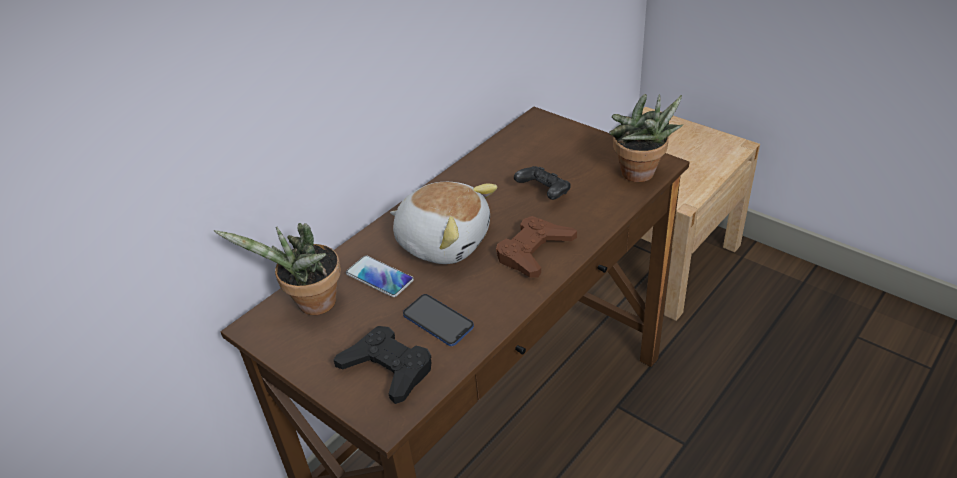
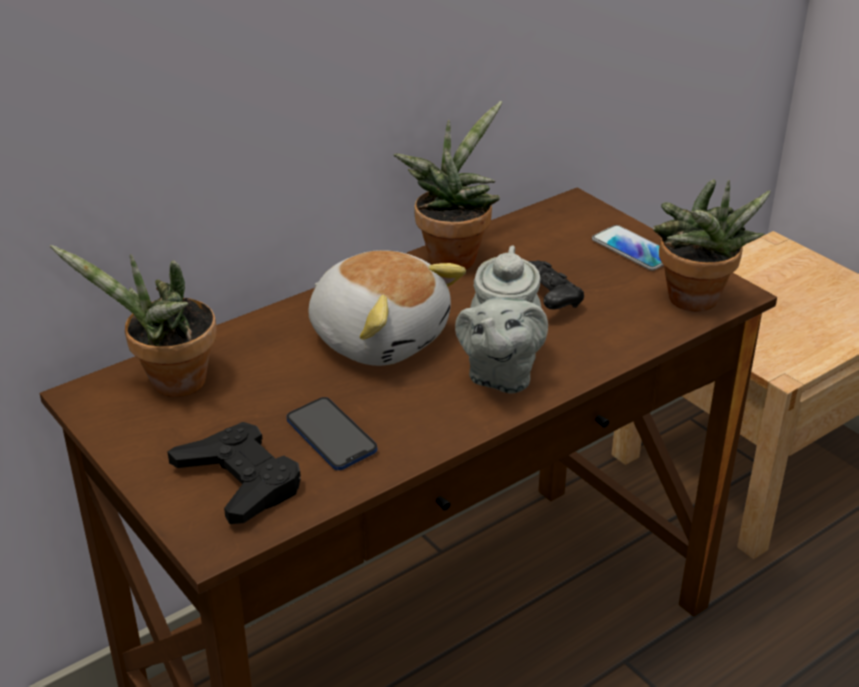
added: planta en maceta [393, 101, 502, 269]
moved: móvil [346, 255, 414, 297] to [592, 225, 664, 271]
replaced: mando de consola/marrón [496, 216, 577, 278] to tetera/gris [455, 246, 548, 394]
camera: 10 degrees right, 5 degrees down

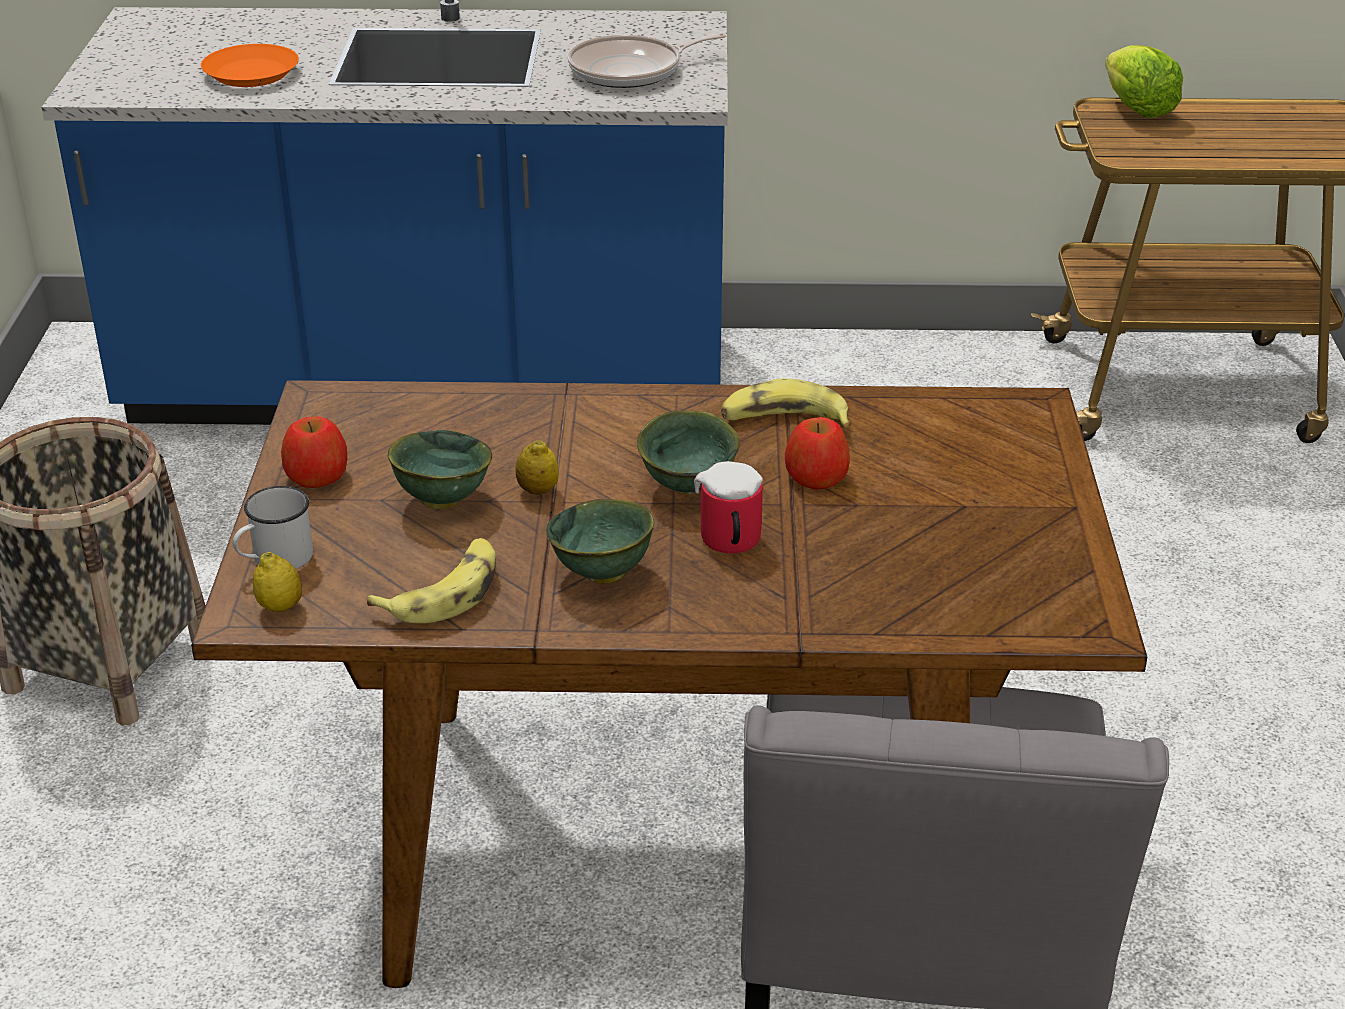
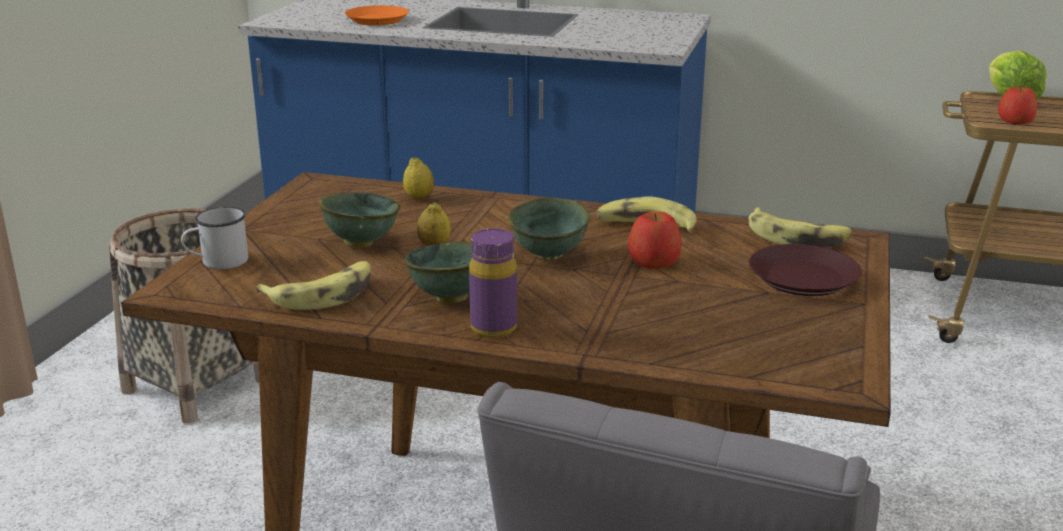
removed: sartén [568, 33, 727, 88]; taza grande [694, 461, 763, 553]
added: botella/morado [469, 228, 517, 338]; plátano [749, 207, 852, 248]; plato/marrón [749, 244, 862, 296]
moved: limón [253, 552, 302, 612] to [403, 157, 434, 200]; manzana [281, 416, 347, 488] to [998, 87, 1037, 124]
camera: 15 degrees right, 10 degrees down

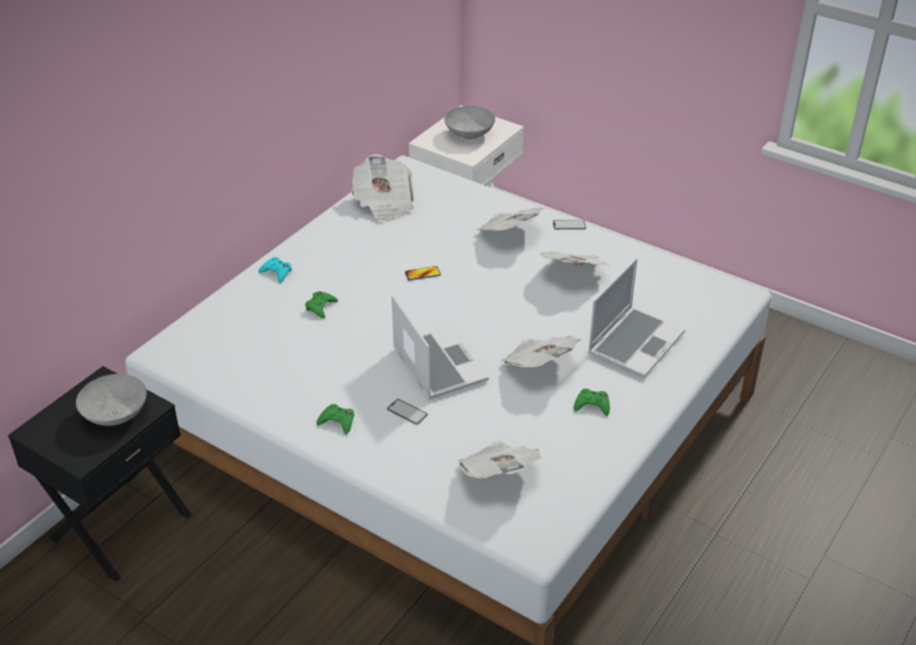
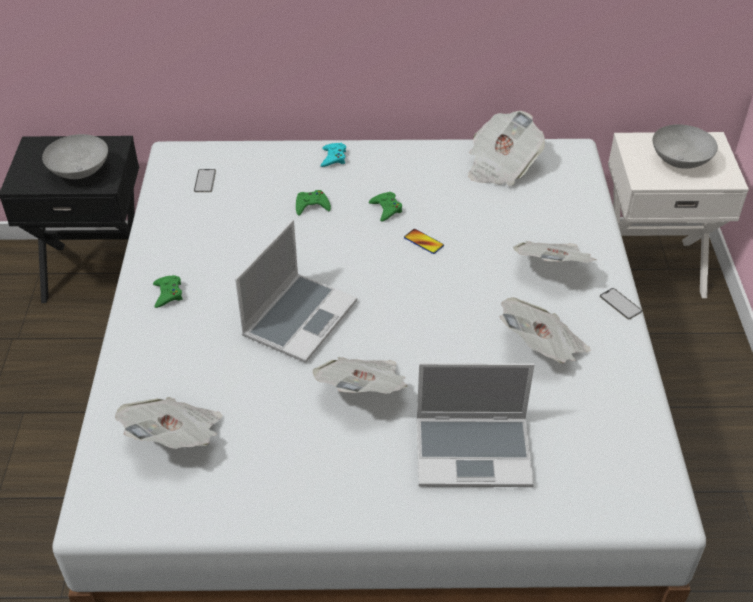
moved: móvil [387, 399, 428, 425] to [194, 169, 216, 192]; mando de consola/verde [574, 389, 610, 416] to [369, 192, 402, 222]
camera: 55 degrees right, 5 degrees up

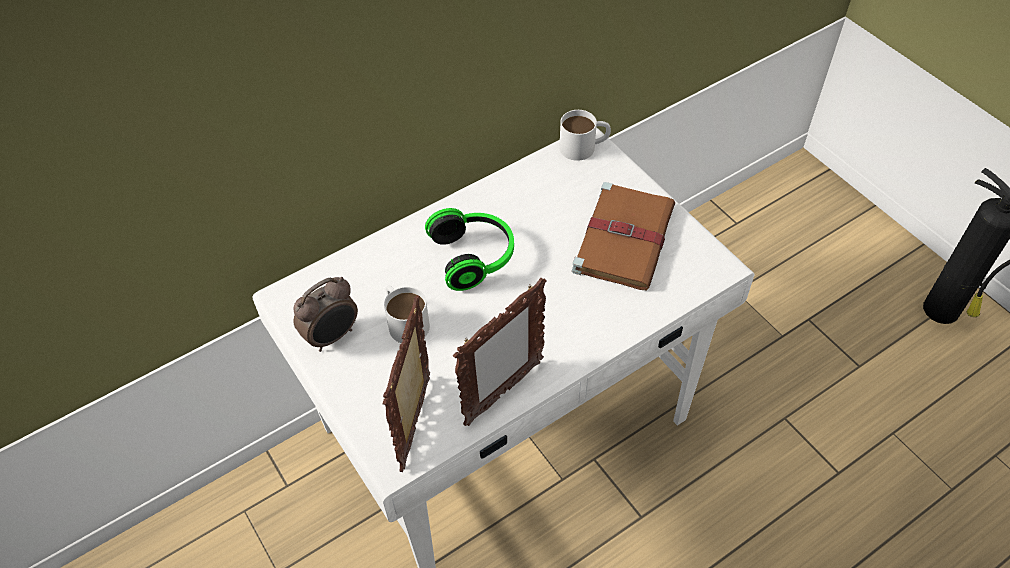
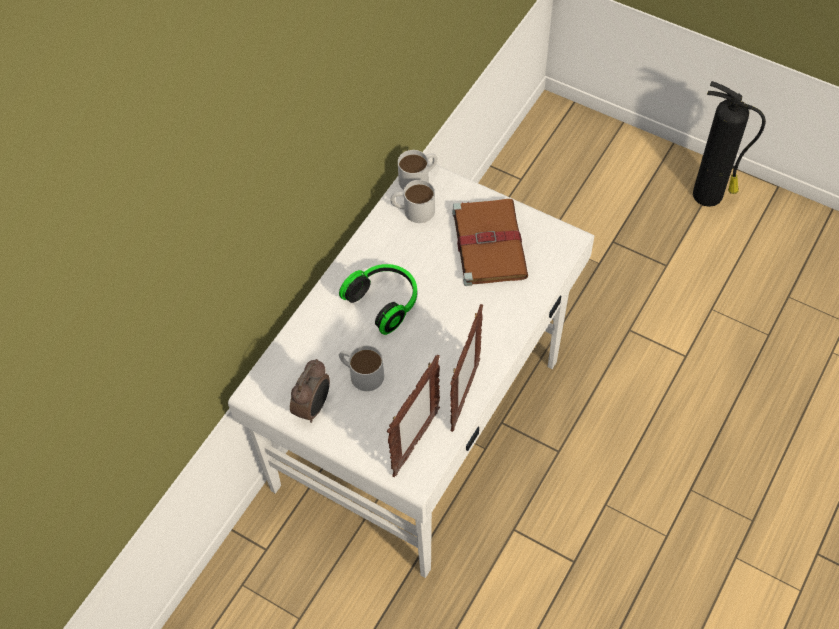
added: taza grande/blanco [390, 180, 435, 223]
turned: portarretratos [383, 295, 430, 472] = [387, 355, 440, 477] 135 degrees counterclockwise
camera: 25 degrees left, 5 degrees up

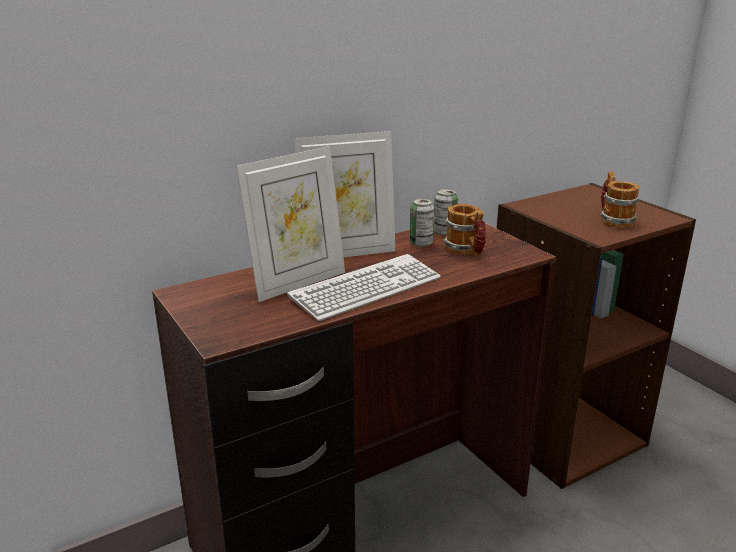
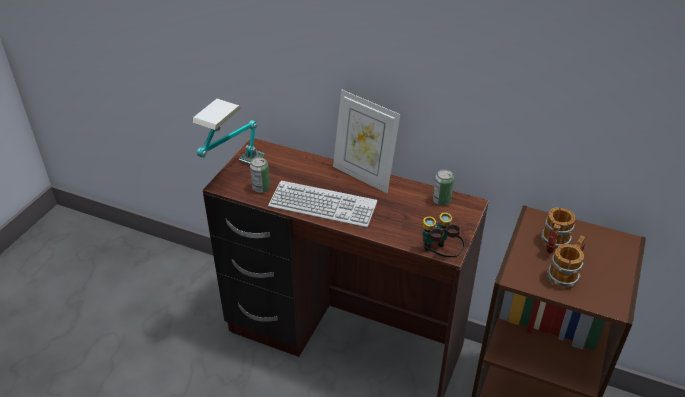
removed: portarretratos [236, 146, 345, 302]
added: lámpara de mesa [192, 98, 265, 164]; prismáticos [423, 212, 465, 257]
moved: lata [409, 198, 435, 247] to [250, 157, 270, 193]; taza grande [444, 204, 486, 257] to [541, 207, 575, 254]
camera: 55 degrees right, 15 degrees up

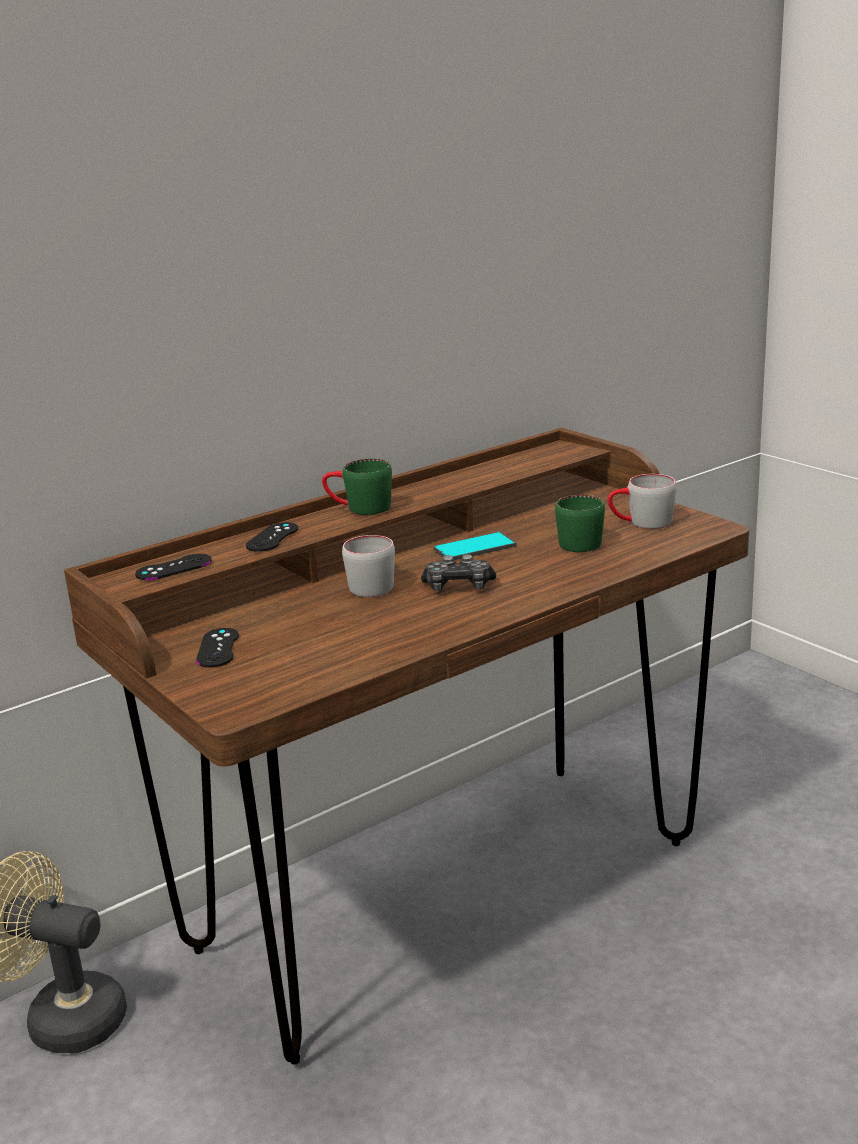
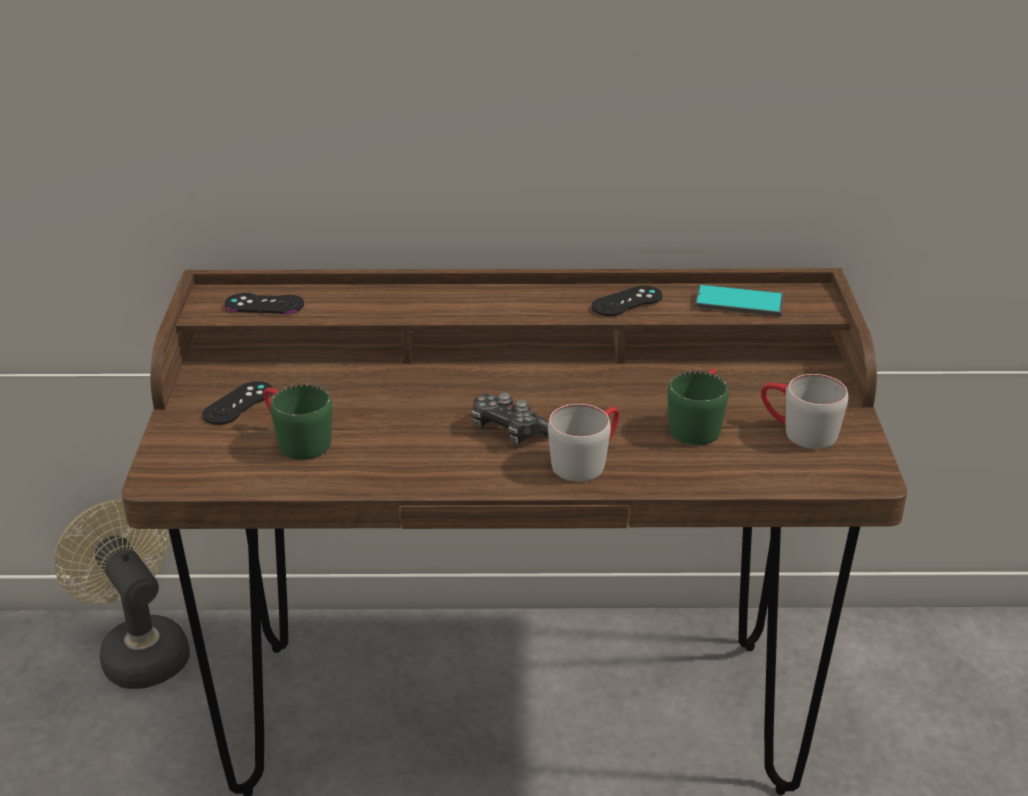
moved: mando de consola/negro [246, 522, 298, 552] to [591, 286, 663, 316]; taza grande/verde [322, 459, 392, 515] to [264, 384, 332, 460]; taza grande/gris [342, 535, 395, 597] to [548, 404, 620, 482]; móvil [433, 532, 517, 560] to [695, 284, 784, 316]
camera: 35 degrees right, 10 degrees up

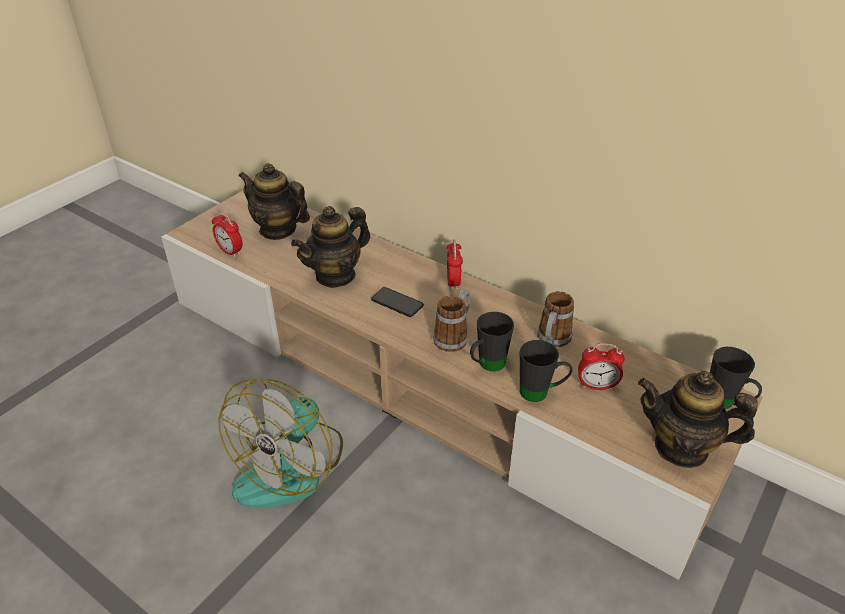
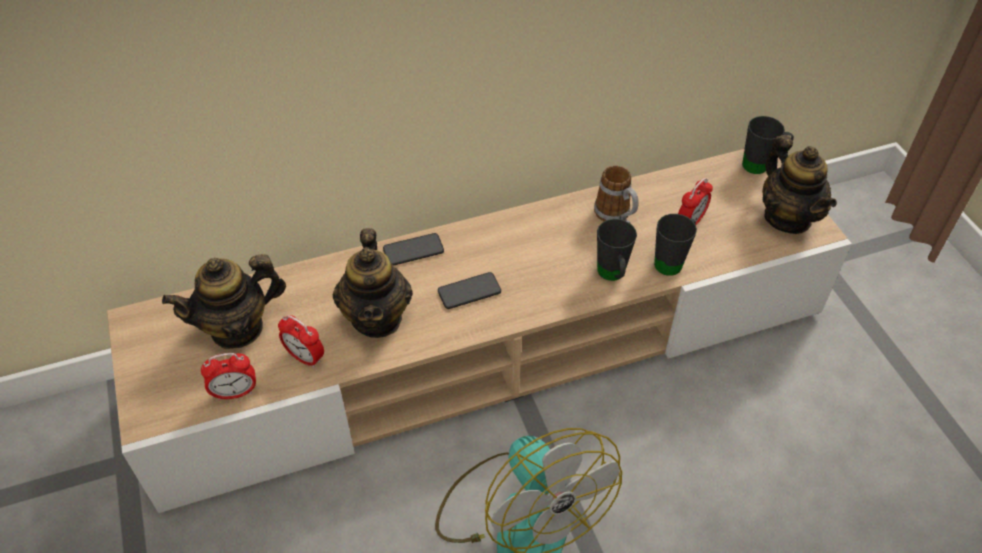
removed: taza grande [433, 290, 471, 352]
added: móvil [383, 233, 444, 266]
moved: despertador [446, 239, 463, 290] to [278, 315, 324, 368]
turned: tetera [638, 371, 758, 468] = [762, 135, 837, 234] 75 degrees counterclockwise
camera: 55 degrees left, 10 degrees up

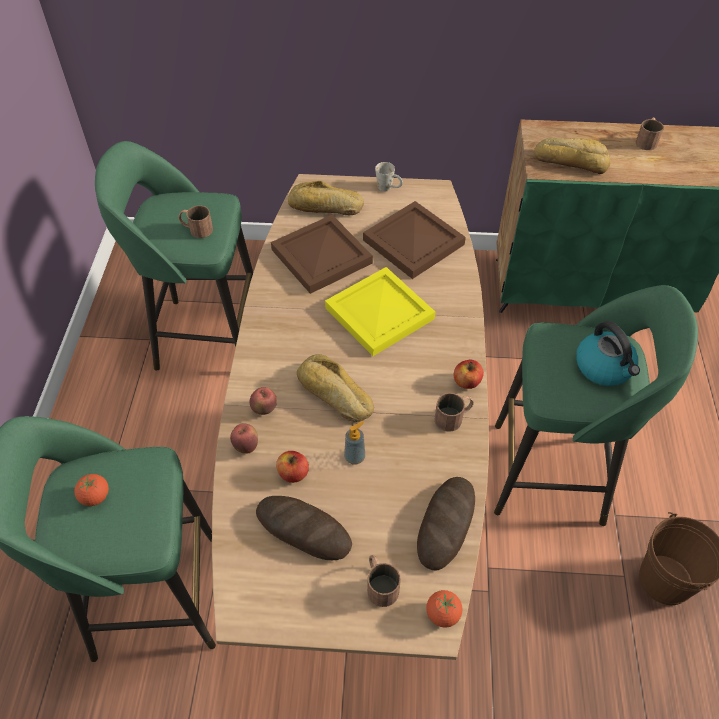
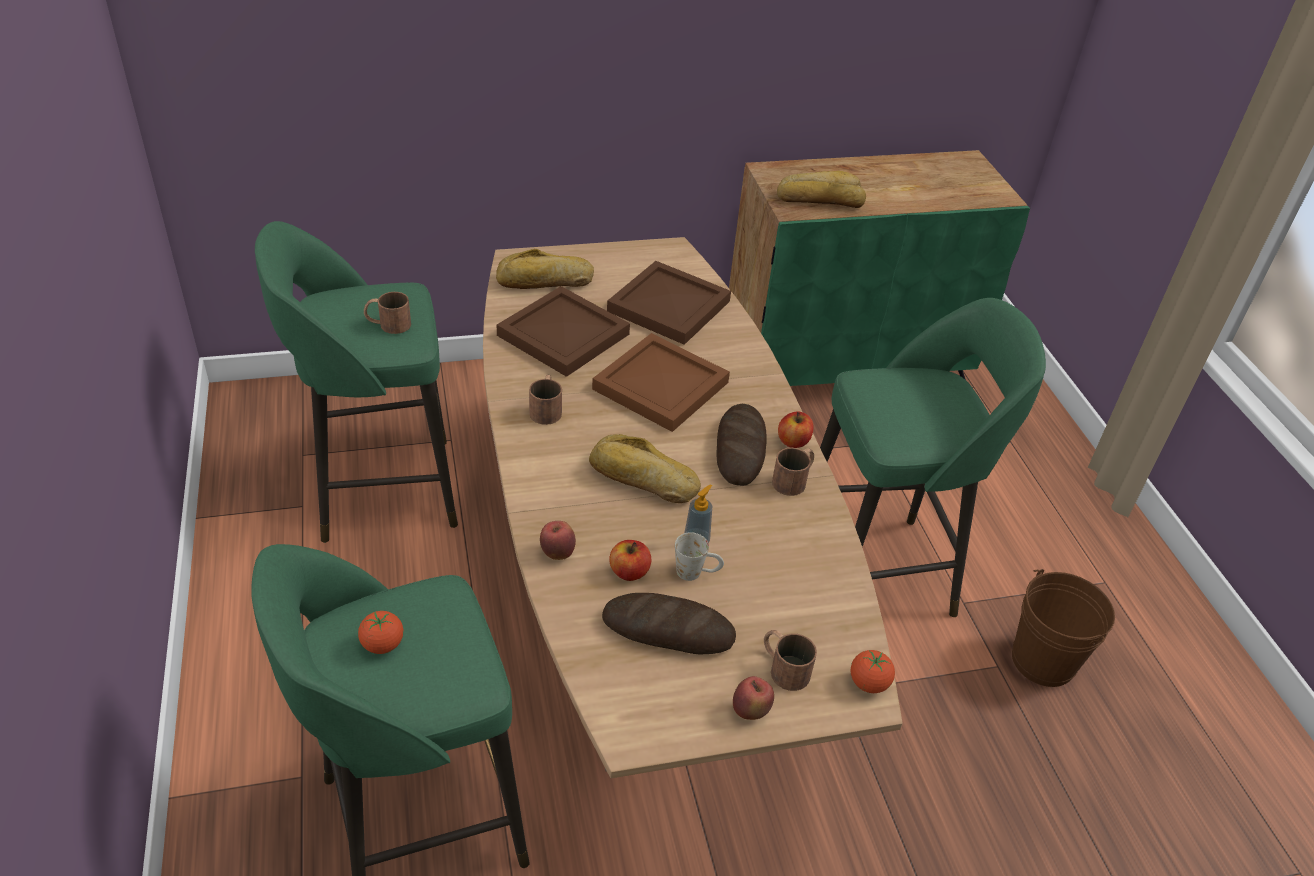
removed: hervidor [576, 321, 640, 386]
moved: manzana [250, 387, 277, 415] to [733, 676, 774, 720]; taza grande/blanco [375, 162, 403, 191] to [675, 532, 724, 581]; pan [417, 477, 475, 571] to [717, 404, 767, 486]; taza grande/marrón [636, 117, 664, 150] to [529, 375, 562, 425]
recoloured: bandeja/amarillo [325, 267, 435, 356] to bandeja/marrón [592, 333, 730, 432]
camera: 20 degrees left, 10 degrees down

